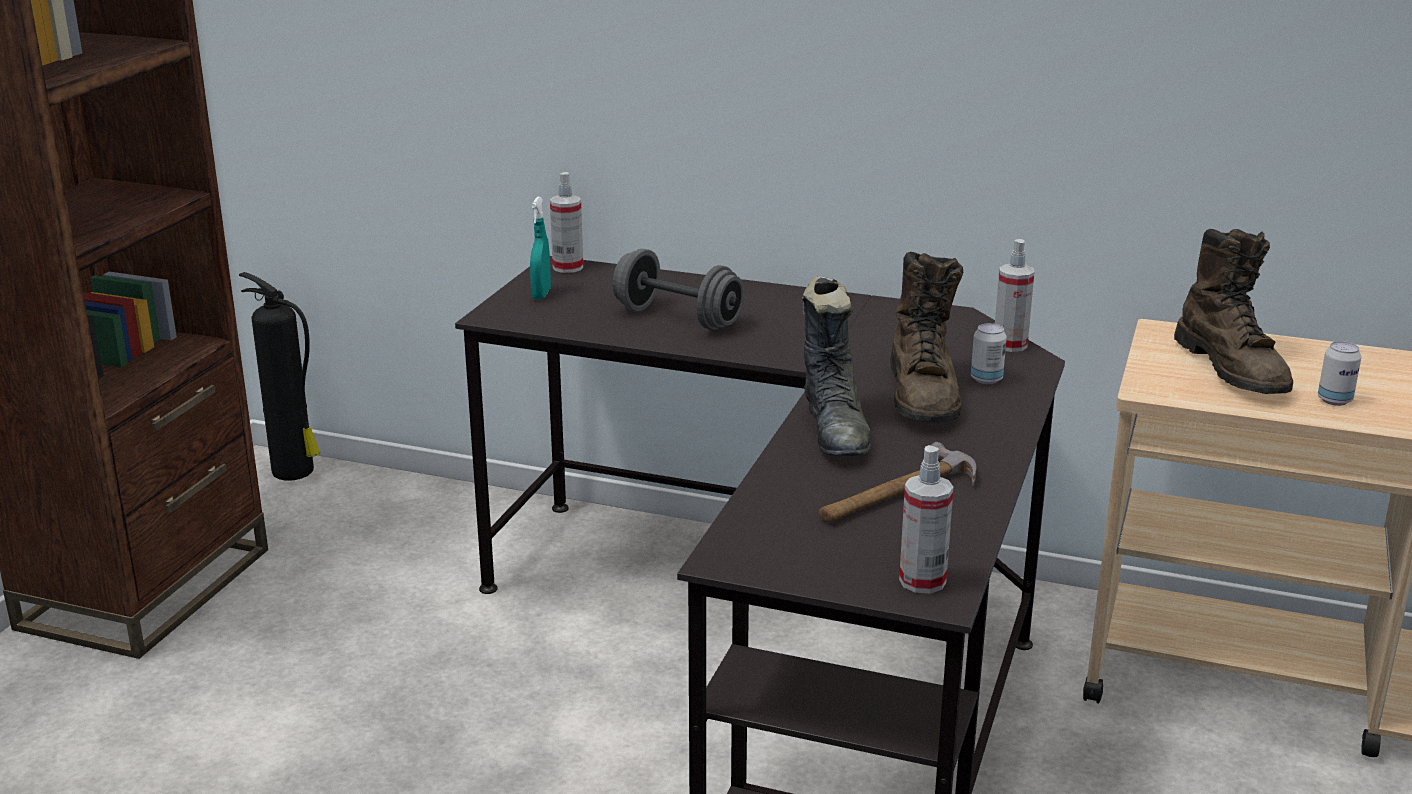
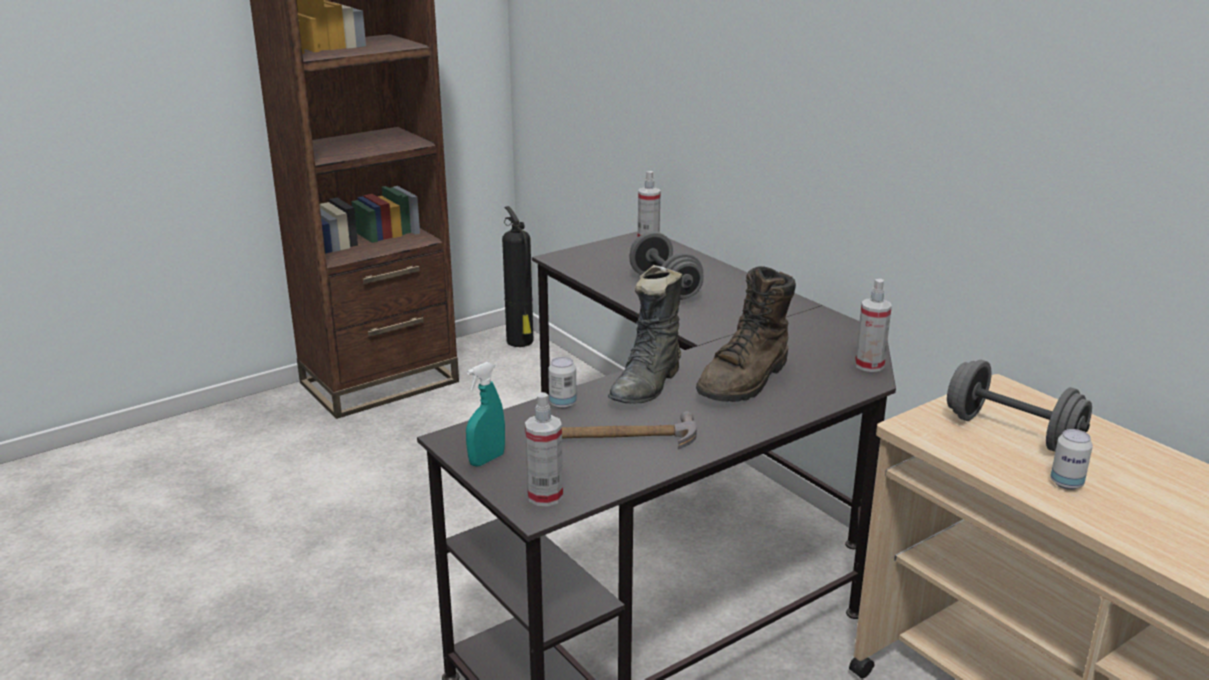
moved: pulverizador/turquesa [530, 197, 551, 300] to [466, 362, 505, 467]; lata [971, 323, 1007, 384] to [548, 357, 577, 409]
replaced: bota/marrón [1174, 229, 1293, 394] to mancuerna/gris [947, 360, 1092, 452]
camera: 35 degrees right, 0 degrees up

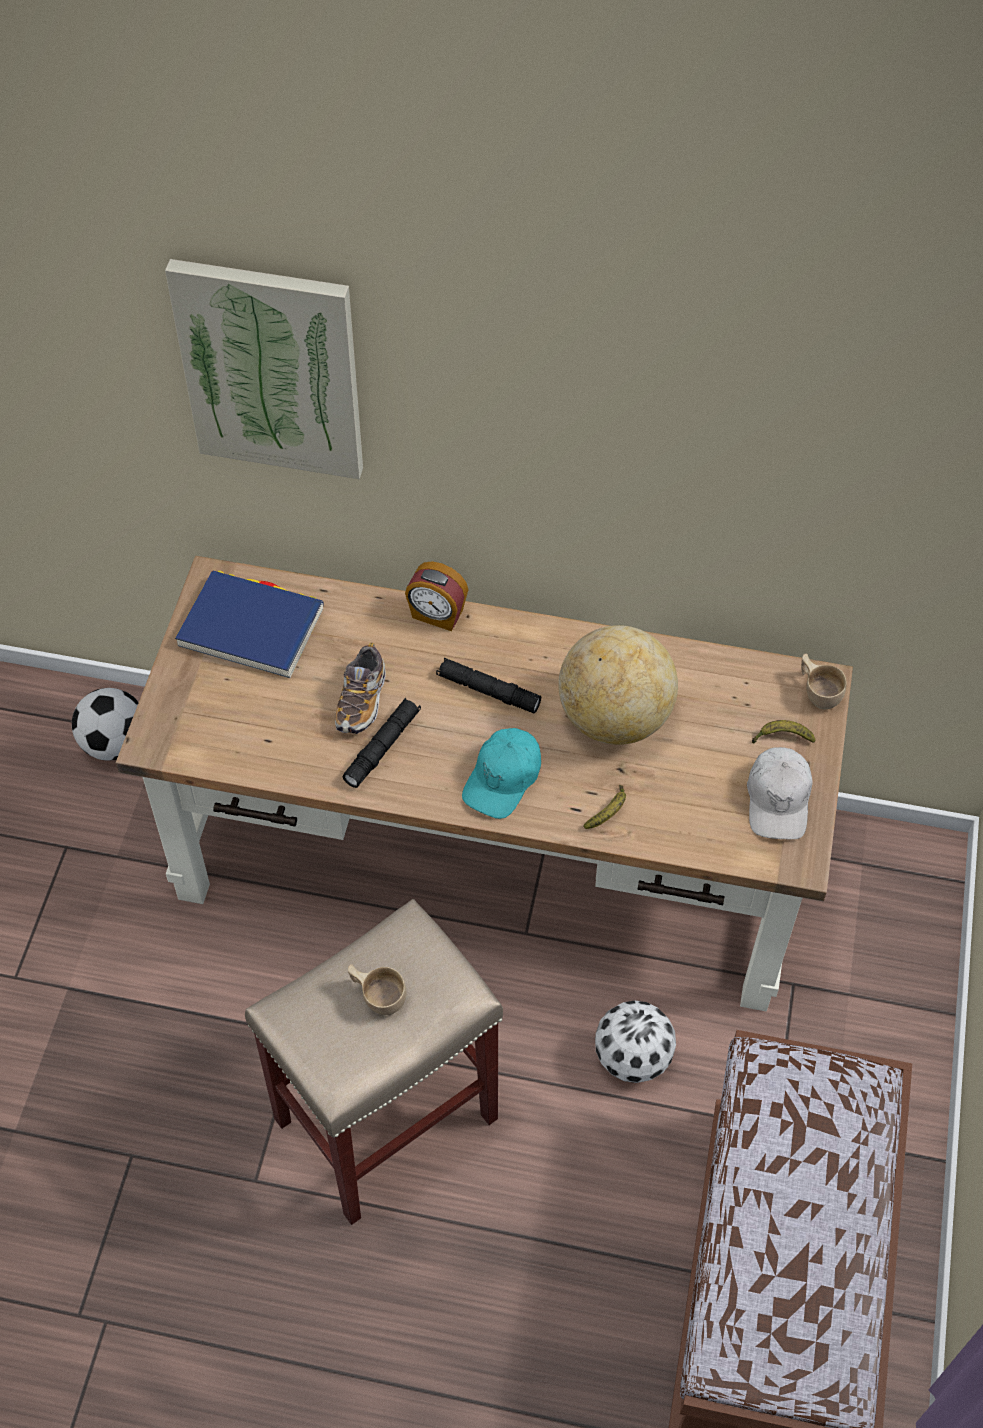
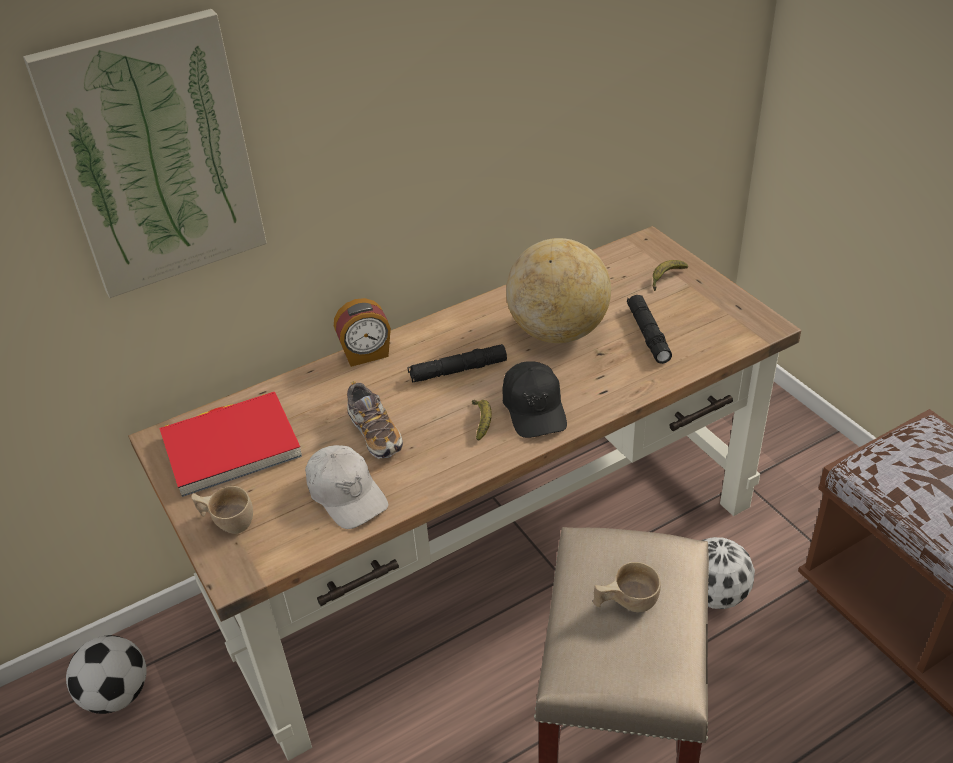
moved: linterna/negro [342, 697, 421, 788] to [627, 295, 672, 364]; plátano [583, 785, 626, 829] to [472, 400, 492, 441]; gorra/blanco [747, 747, 813, 839] to [305, 445, 388, 529]; taza/beis [801, 654, 847, 710] to [191, 486, 253, 534]
recoloured: libro/azul [175, 570, 324, 678] to libro/rojo [160, 392, 302, 497]; gorra/turquesa [462, 728, 541, 819] to gorra/negro [502, 361, 567, 438]
camera: 40 degrees left, 15 degrees down

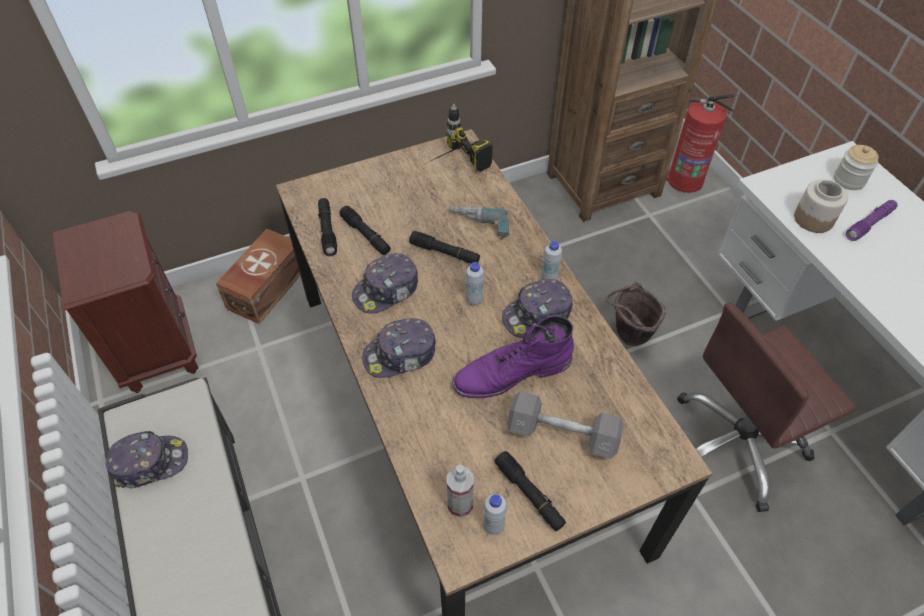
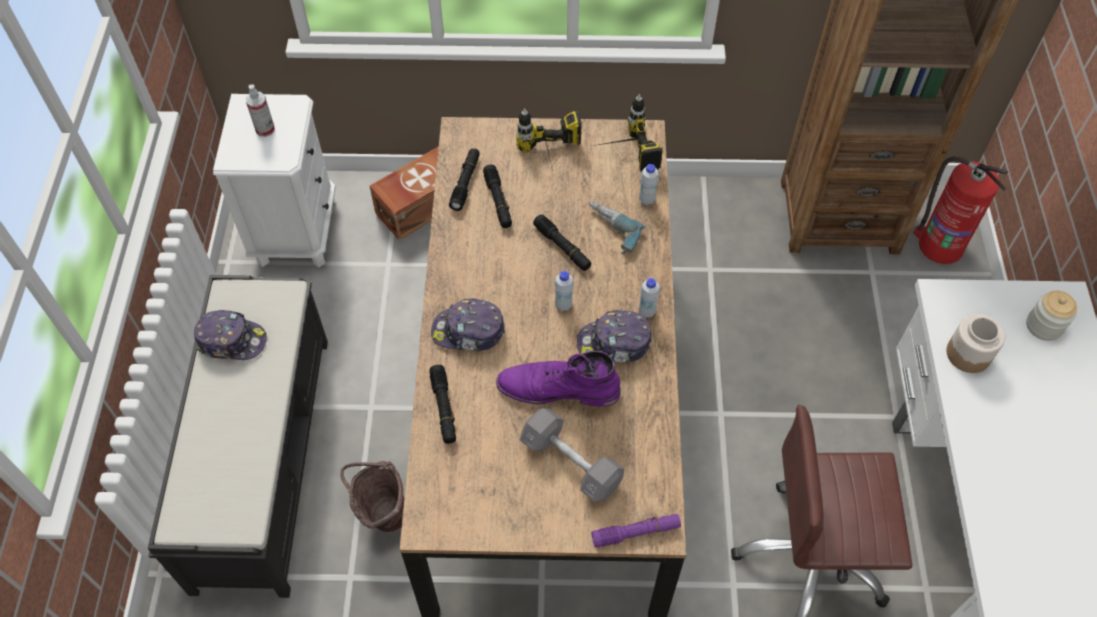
removed: gorra [352, 253, 418, 314]
added: taladro [516, 109, 582, 171]
moved: pulverizador [447, 465, 474, 518] to [246, 84, 275, 137]; botella/blanco [483, 494, 507, 535] to [639, 164, 659, 205]; linterna/negro [495, 451, 566, 531] to [429, 365, 456, 444]; cubo/marrón [606, 282, 666, 346] to [340, 461, 404, 532]; linterna/morado [846, 200, 898, 241] to [591, 514, 681, 548]
recoloured: mesita de noche/marrón [53, 211, 199, 393] to mesita de noche/blanco [213, 94, 336, 268]
camera: 25 degrees right, 5 degrees up

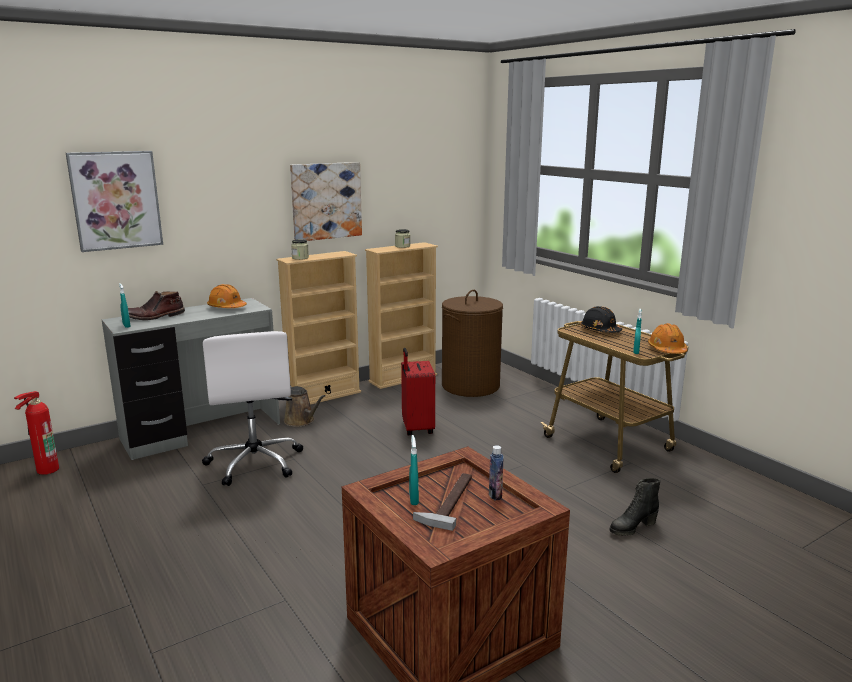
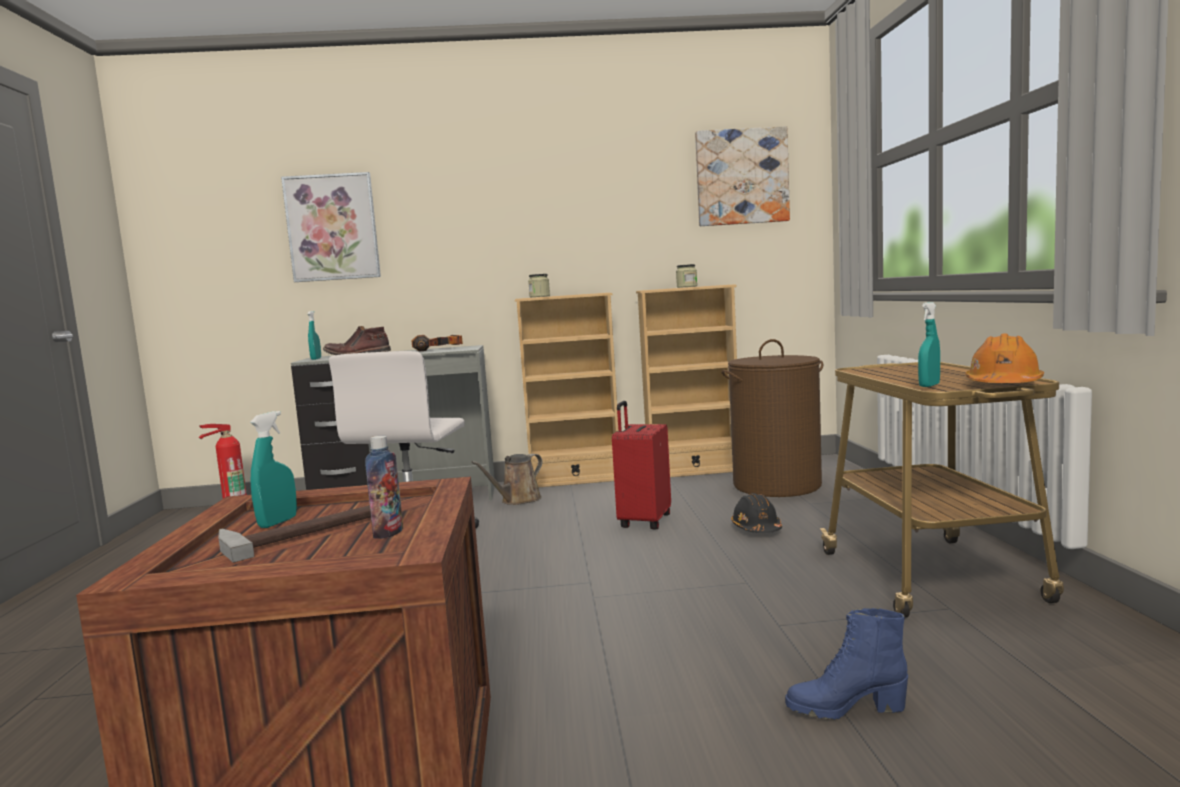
moved: cuadro [290, 162, 362, 241] to [695, 126, 790, 226]; casco/negro [580, 306, 622, 333] to [731, 493, 782, 533]
replaced: casco/naranja [207, 284, 247, 308] to taladro [411, 335, 463, 351]
recoloured: bota/negro [609, 478, 661, 536] to bota/azul [785, 608, 908, 720]
turned: regadera/marrón [284, 386, 326, 427] = [471, 454, 542, 505] 60 degrees clockwise
camera: 30 degrees right, 10 degrees down

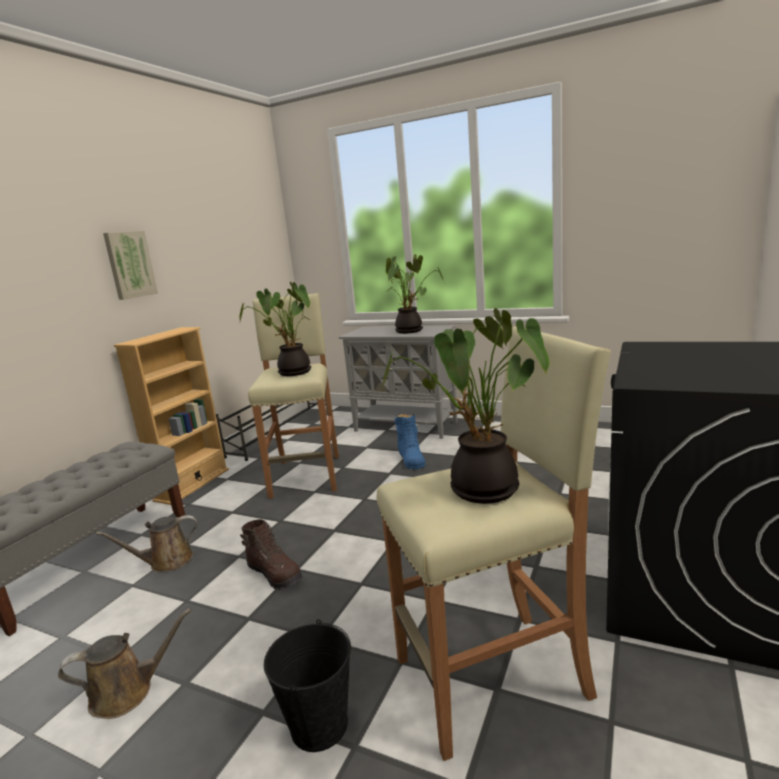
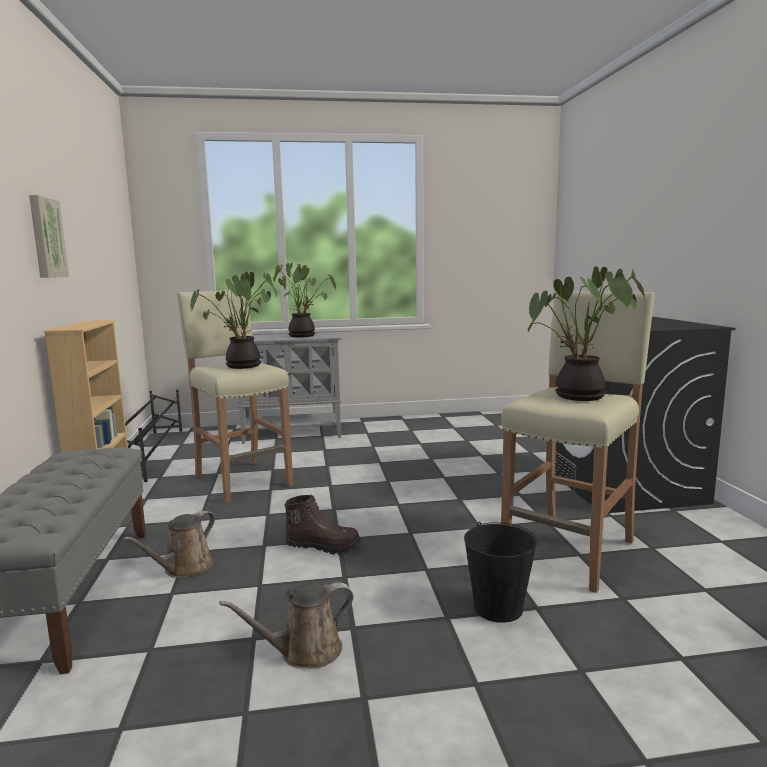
removed: bota/azul [395, 414, 426, 469]
turned: regadera/marrón [58, 608, 191, 719] = [219, 582, 354, 668] 150 degrees counterclockwise
camera: 35 degrees left, 5 degrees down

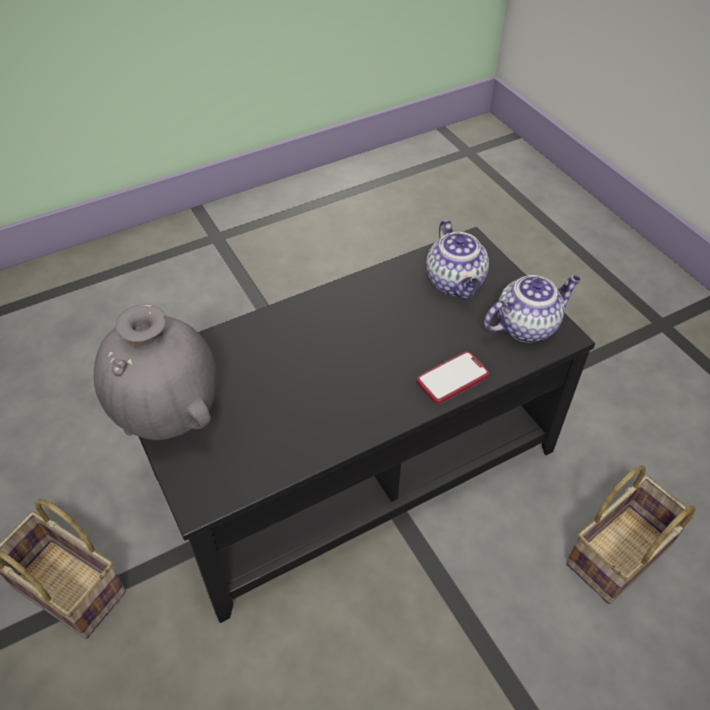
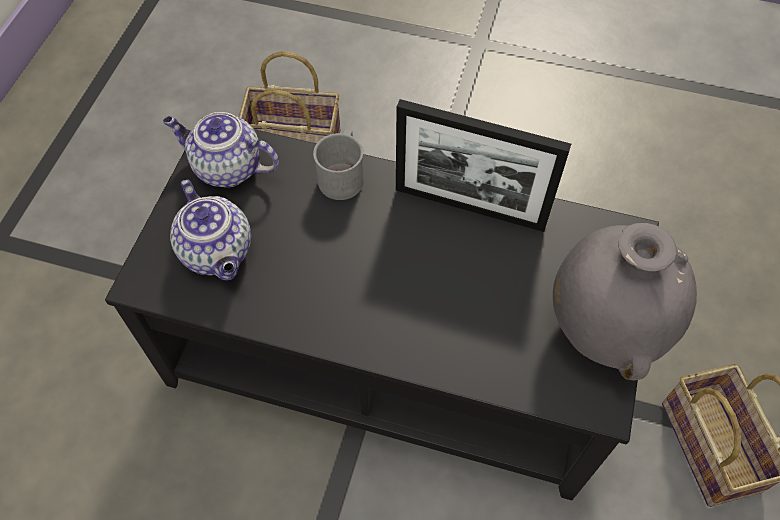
added: portarretratos [396, 99, 571, 232]
replaced: móvil [417, 352, 489, 405] to taza grande/gris [313, 130, 364, 200]
turned: tetera [426, 220, 489, 299] = [170, 179, 251, 280] 120 degrees clockwise
camera: 135 degrees left, 10 degrees up

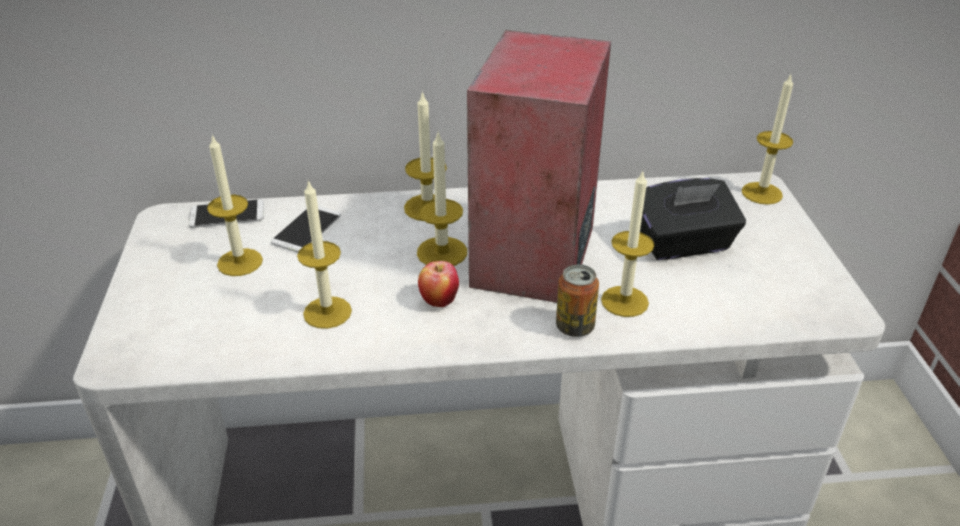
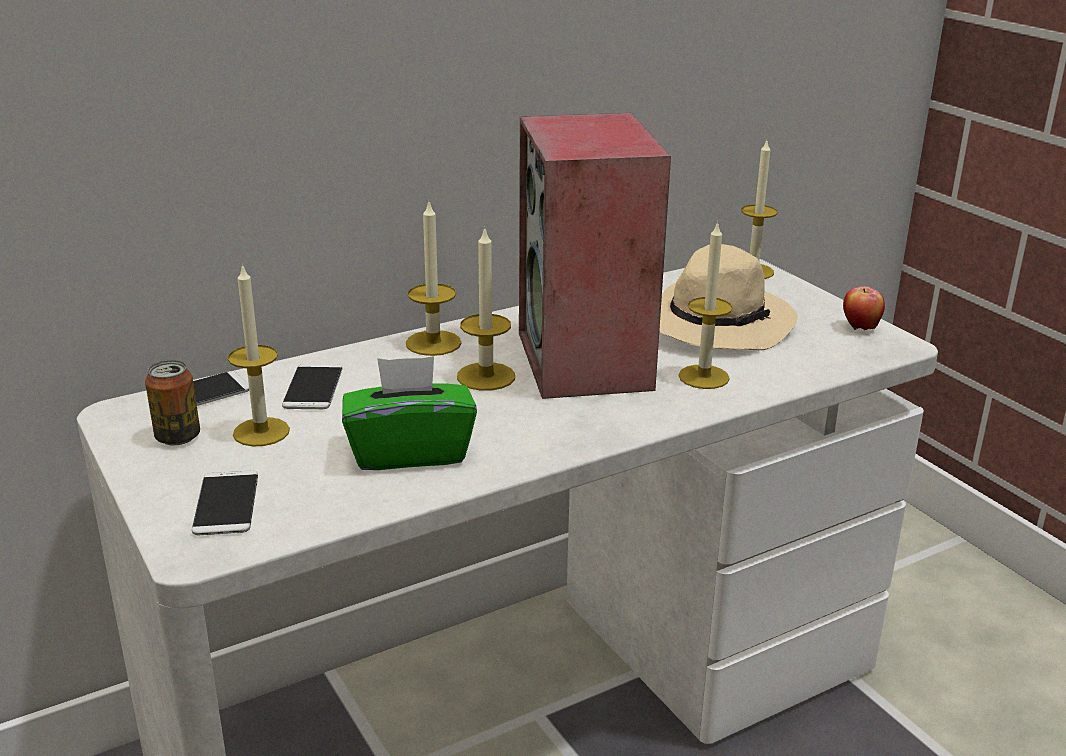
added: móvil [192, 470, 258, 535]
moved: manzana [418, 261, 459, 307] to [843, 286, 885, 330]; lata [556, 264, 599, 337] to [145, 360, 200, 445]
replaced: vela [297, 180, 352, 329] to caja de pañuelos/verde [342, 356, 477, 470]; caja de pañuelos/negro [640, 178, 746, 260] to sombrero/beis [659, 244, 798, 350]
camera: 25 degrees left, 10 degrees down

